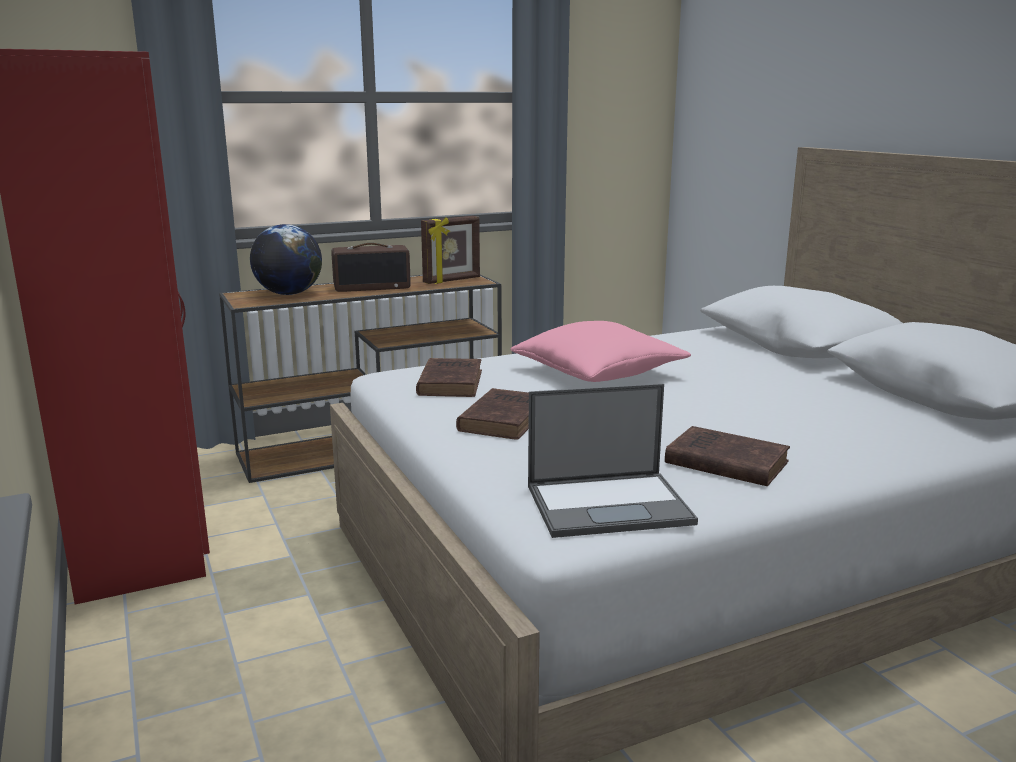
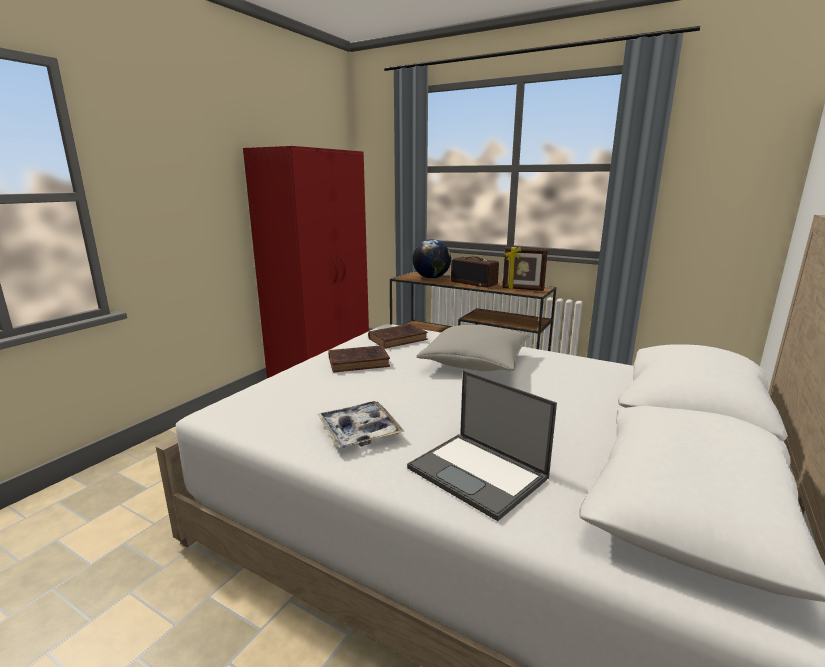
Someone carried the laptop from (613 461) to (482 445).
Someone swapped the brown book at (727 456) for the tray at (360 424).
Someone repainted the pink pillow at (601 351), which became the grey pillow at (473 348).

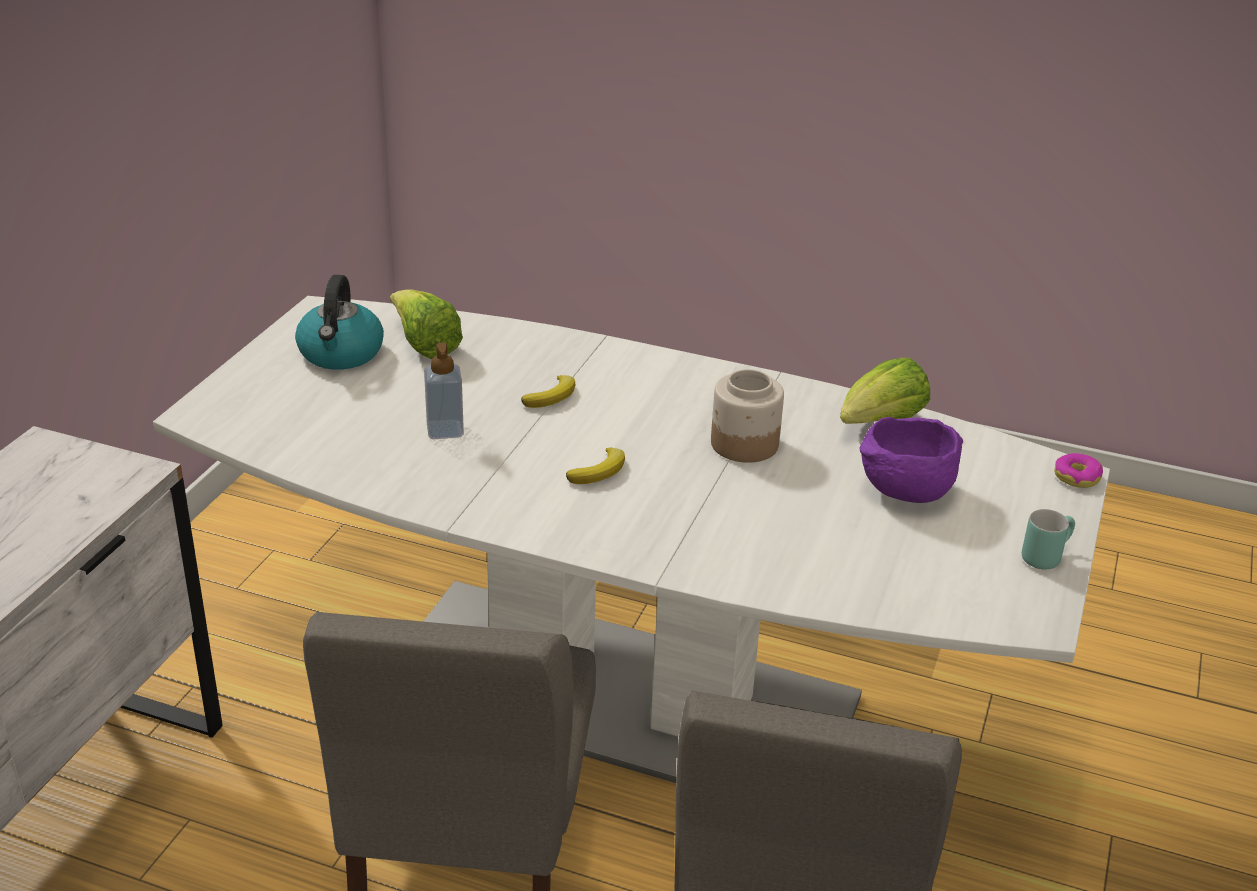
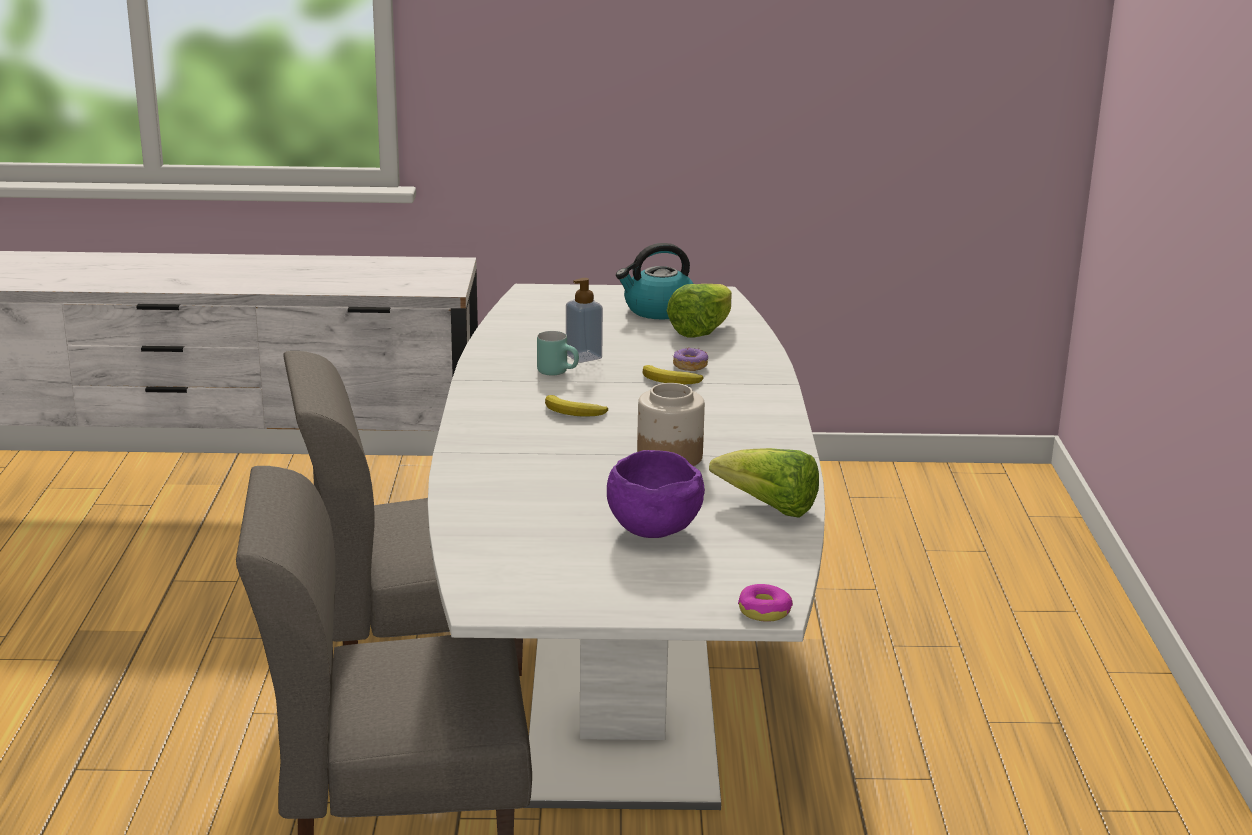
Someone put down the donut at (690 359).
Someone carried the turquoise mug from (1048 539) to (558 353).

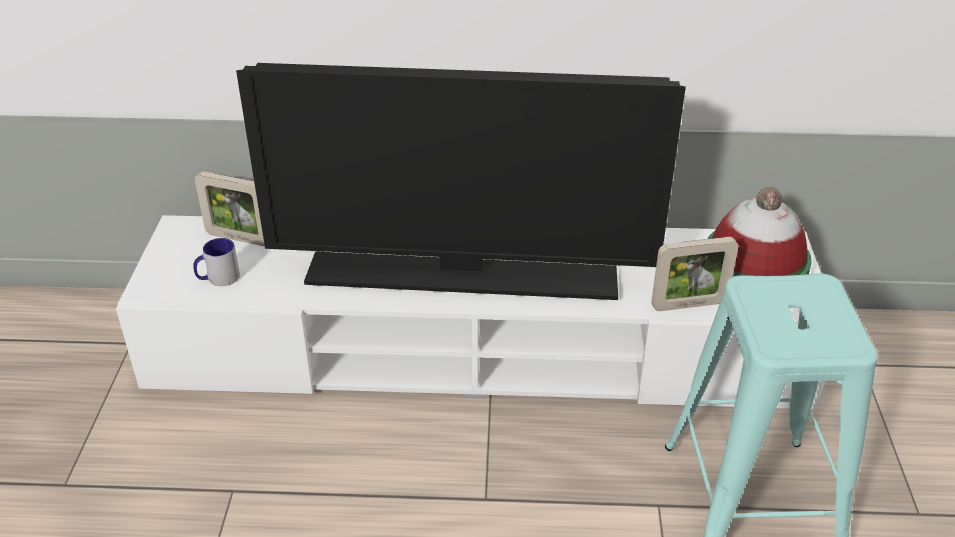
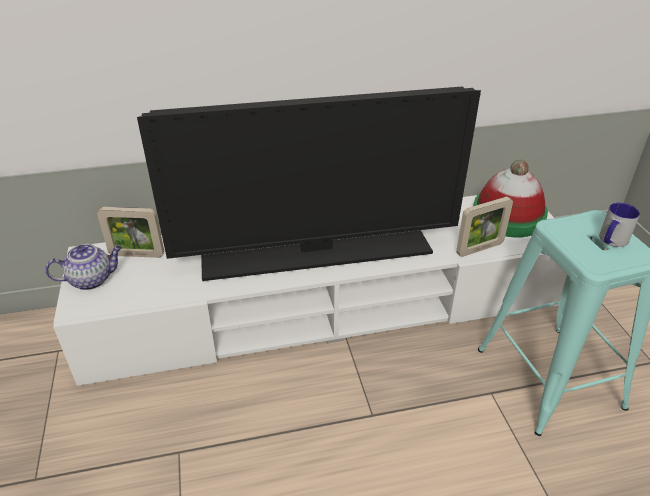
Someone put down the teapot at (83 267).
Someone carried the mug from (216 262) to (619 225).

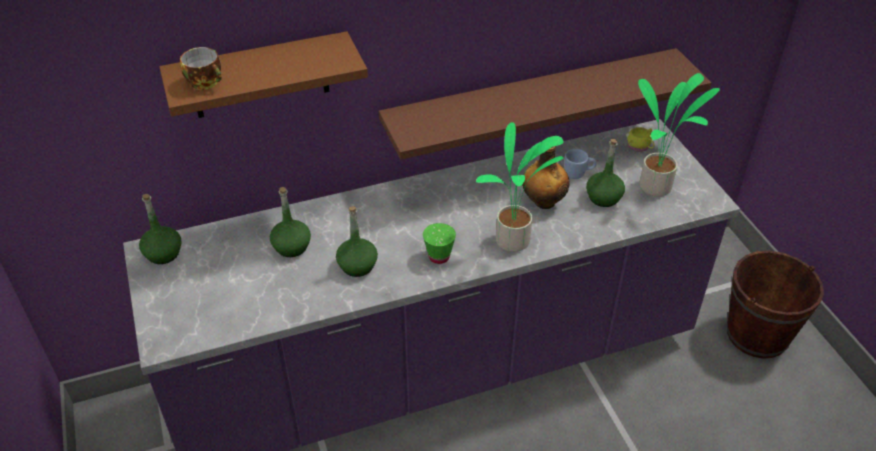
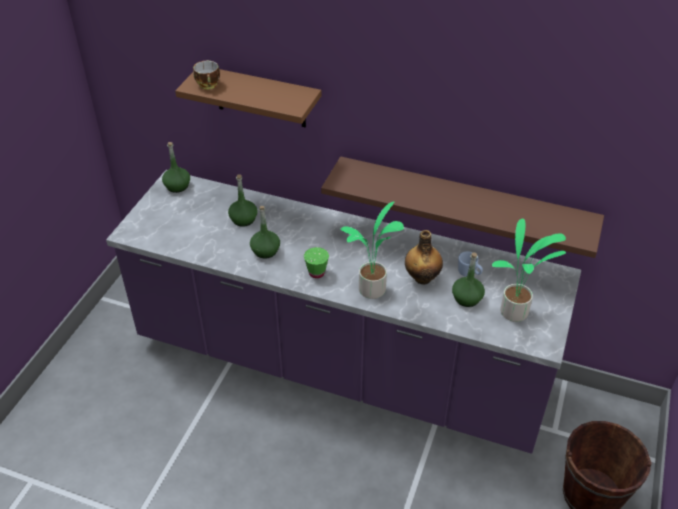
Someone took away the yellow mug at (640 139).

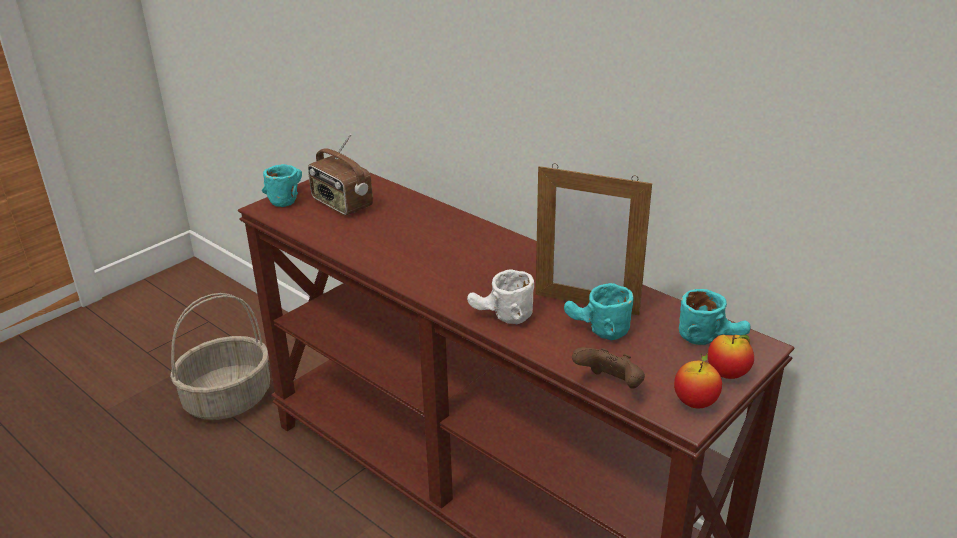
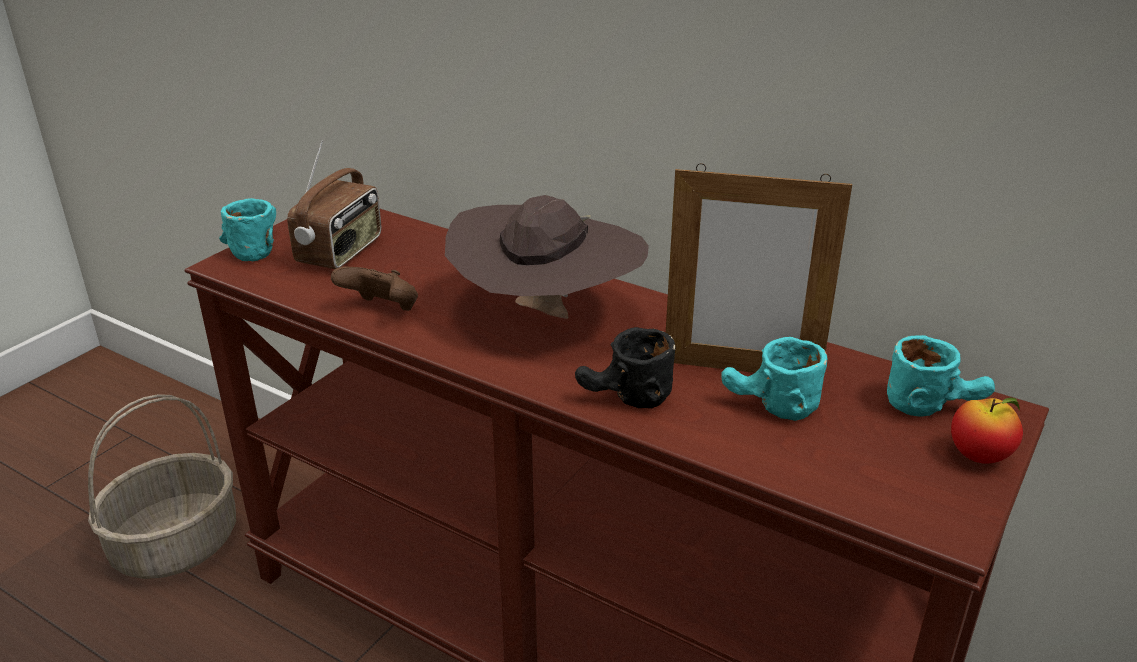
Someone took away the apple at (698 380).
Someone put down the brown hat at (547 257).
Someone carried the brown game controller from (608 367) to (374 289).
Someone repainted the white mug at (500 296), which became the black mug at (625 367).
Someone rotated the radio at (340 174) by 105 degrees counterclockwise.

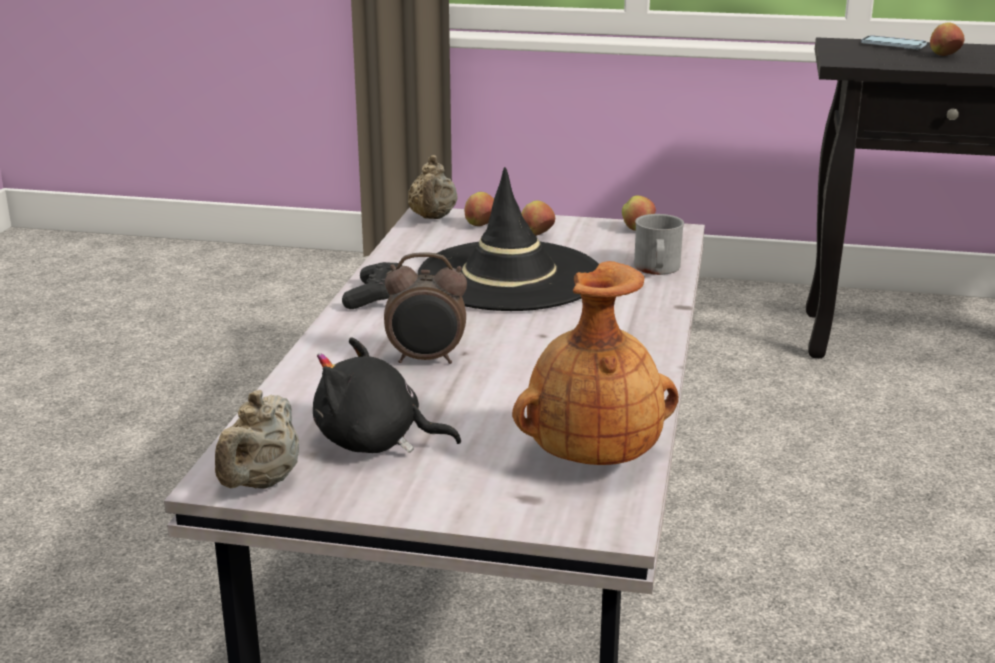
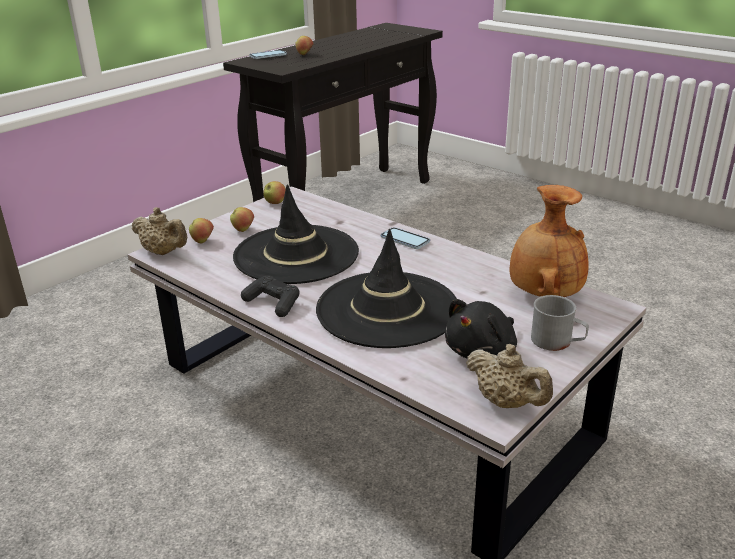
Someone put down the phone at (405 238).
Someone carried the grey mug from (659 244) to (560 323).
Someone swapped the alarm clock at (425 308) for the black hat at (386 288).

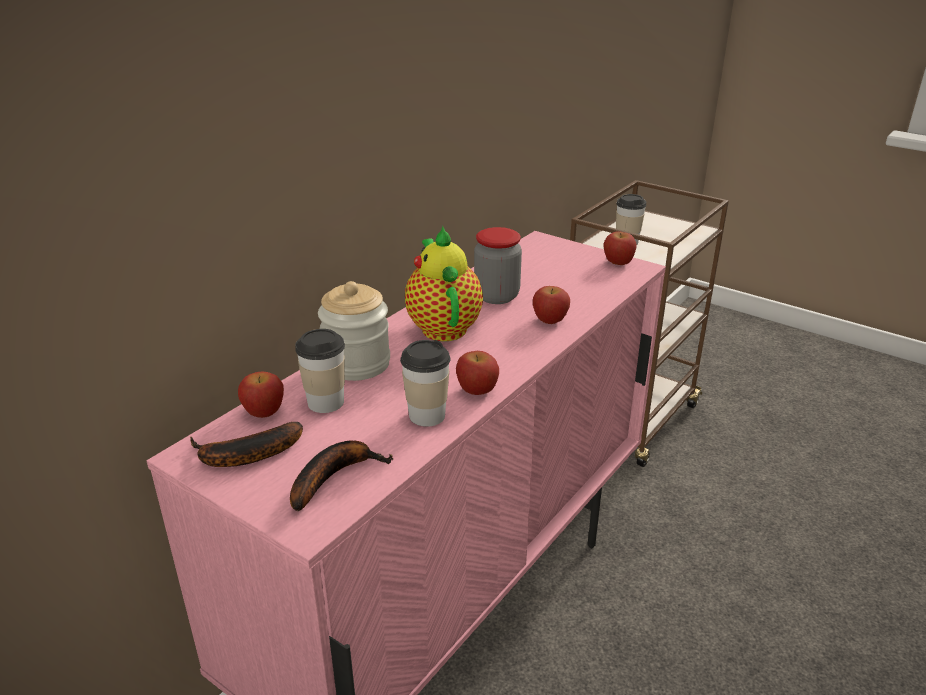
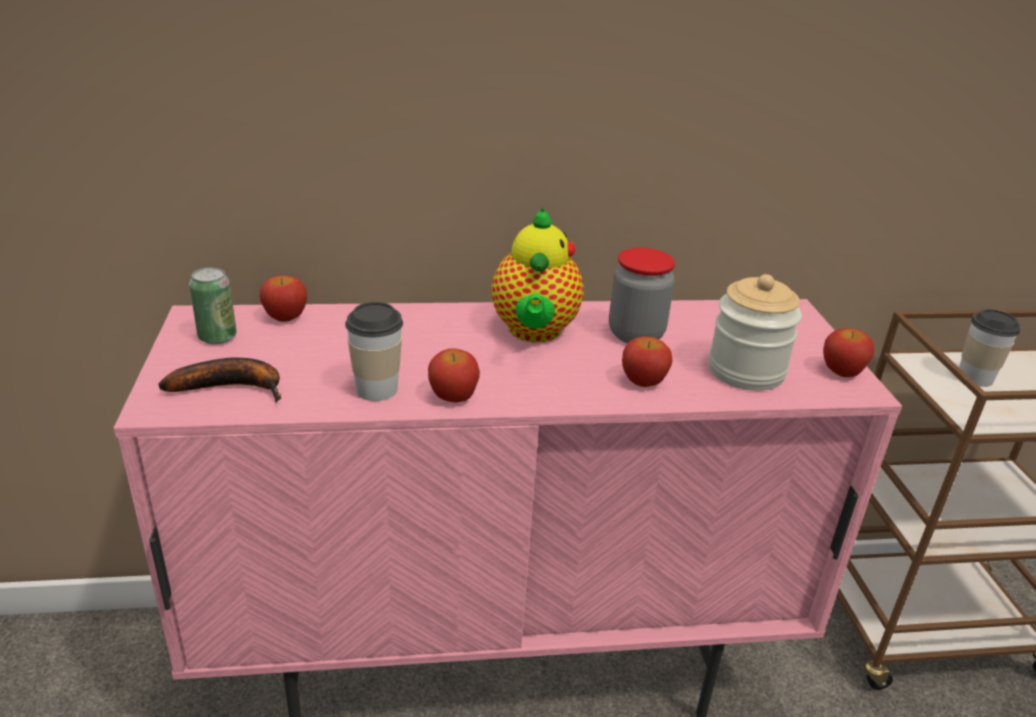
Someone took away the cup at (320 371).
Someone carried the jar from (354 331) to (755 332).
Someone swapped the banana at (246 444) for the can at (213 305).
Someone rotated the teapot at (444 283) by 150 degrees clockwise.

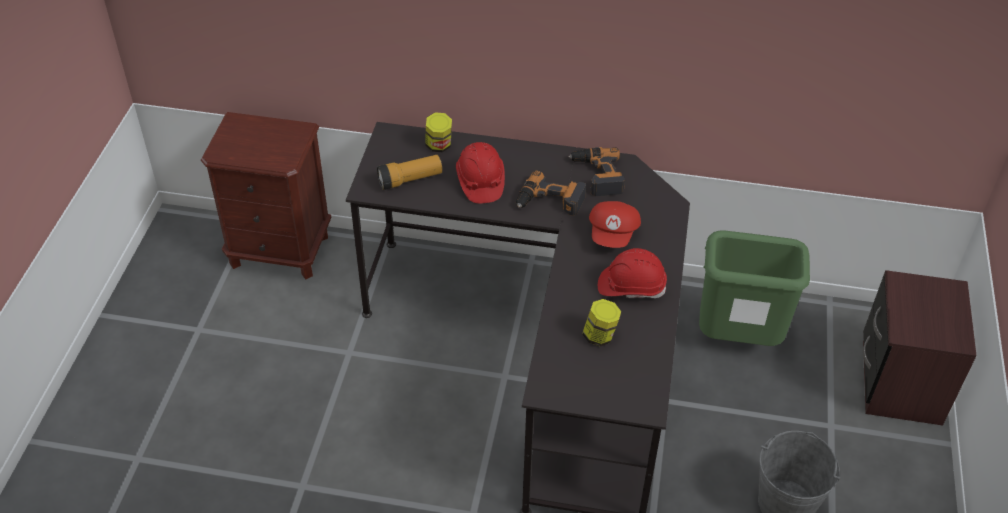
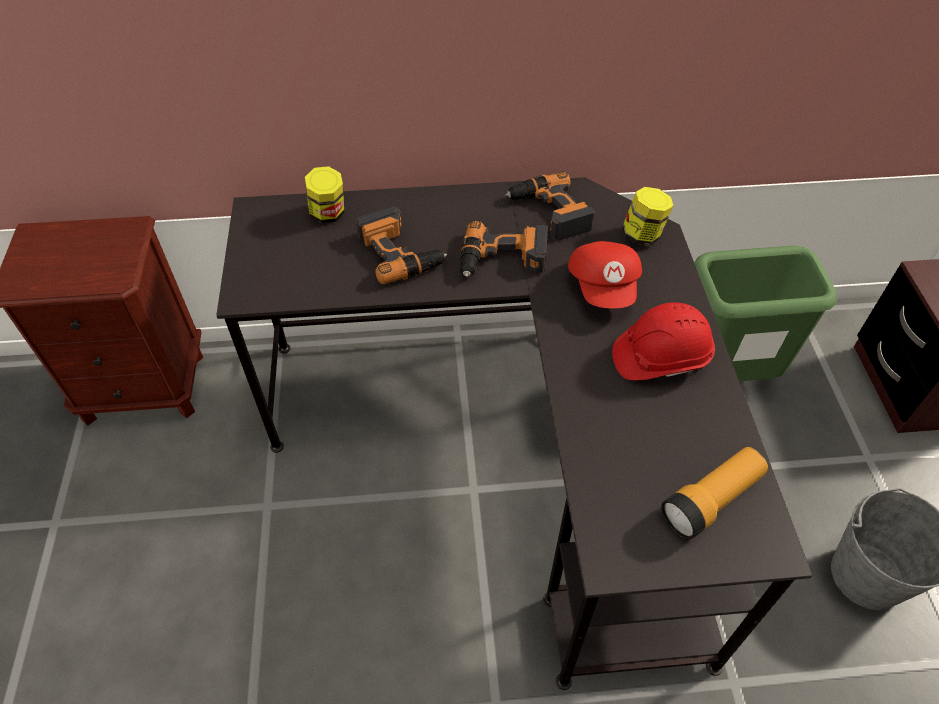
Someone carried the flashlight from (409 172) to (714 493).
Someone carried the jar from (601 322) to (647 216).
Someone swapped the red hard hat at (480 173) for the power drill at (401 245).

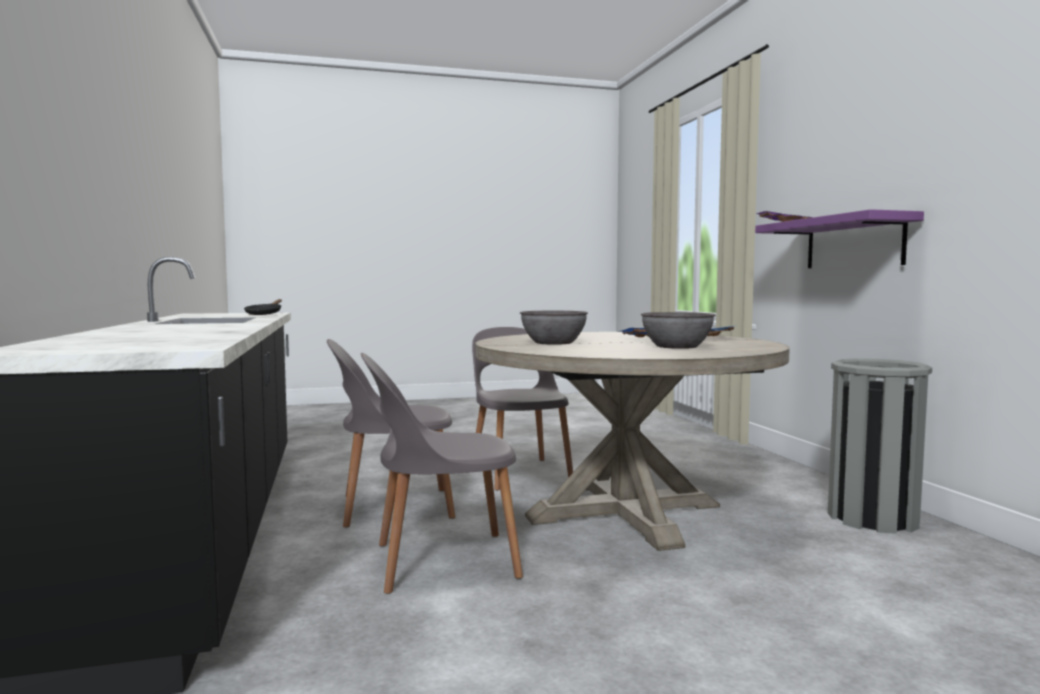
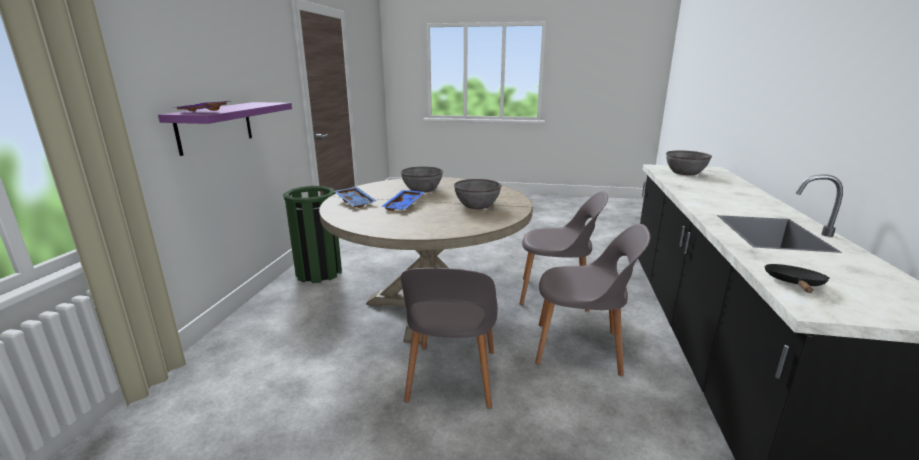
Someone put down the grey bowl at (689 163).
Someone repainted the grey trash can at (880 446), which became the green trash can at (312 234).

